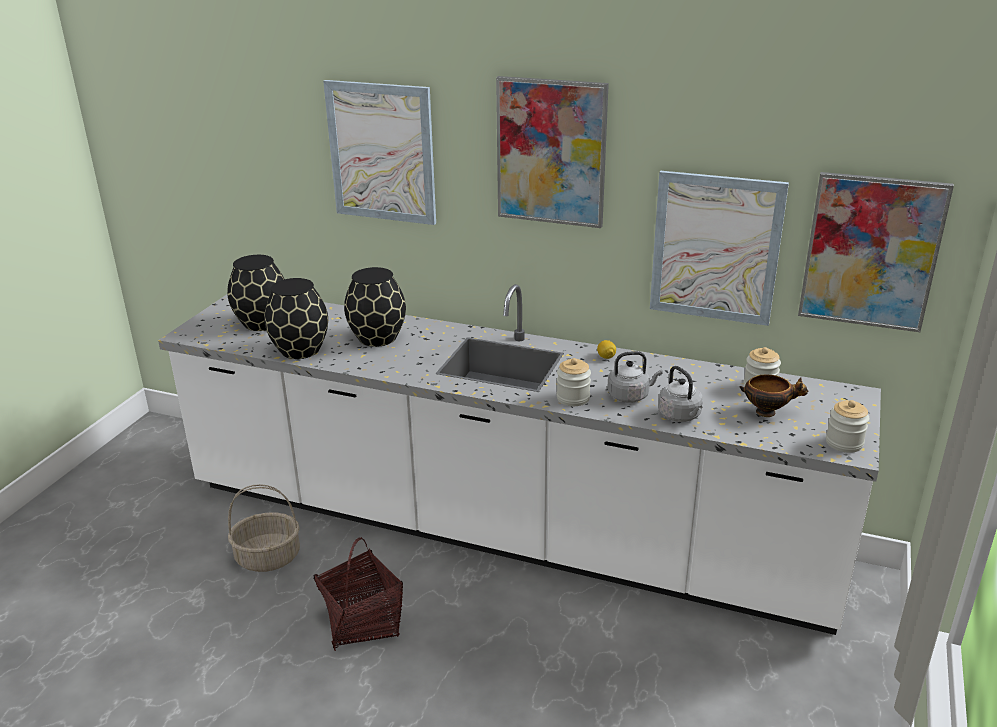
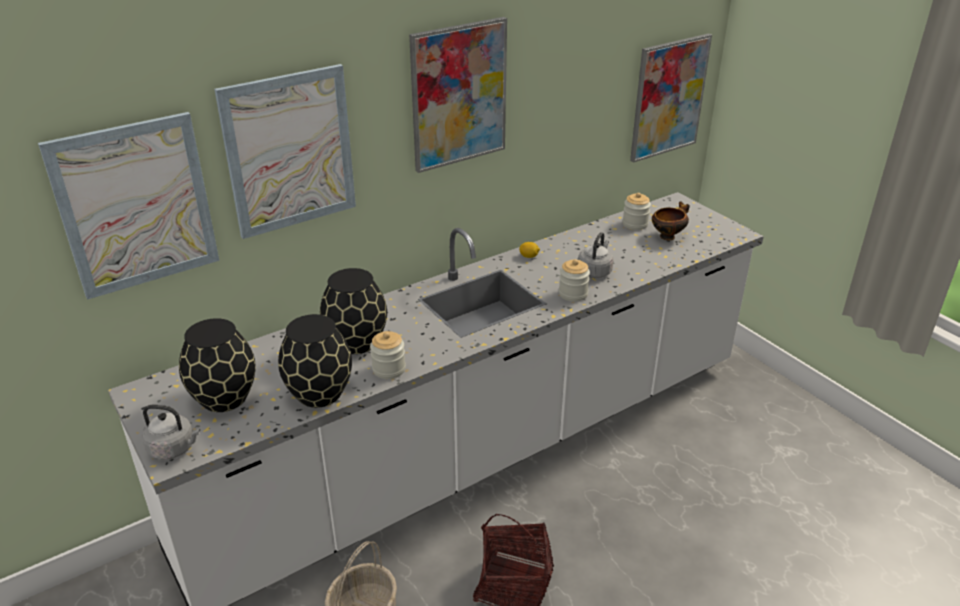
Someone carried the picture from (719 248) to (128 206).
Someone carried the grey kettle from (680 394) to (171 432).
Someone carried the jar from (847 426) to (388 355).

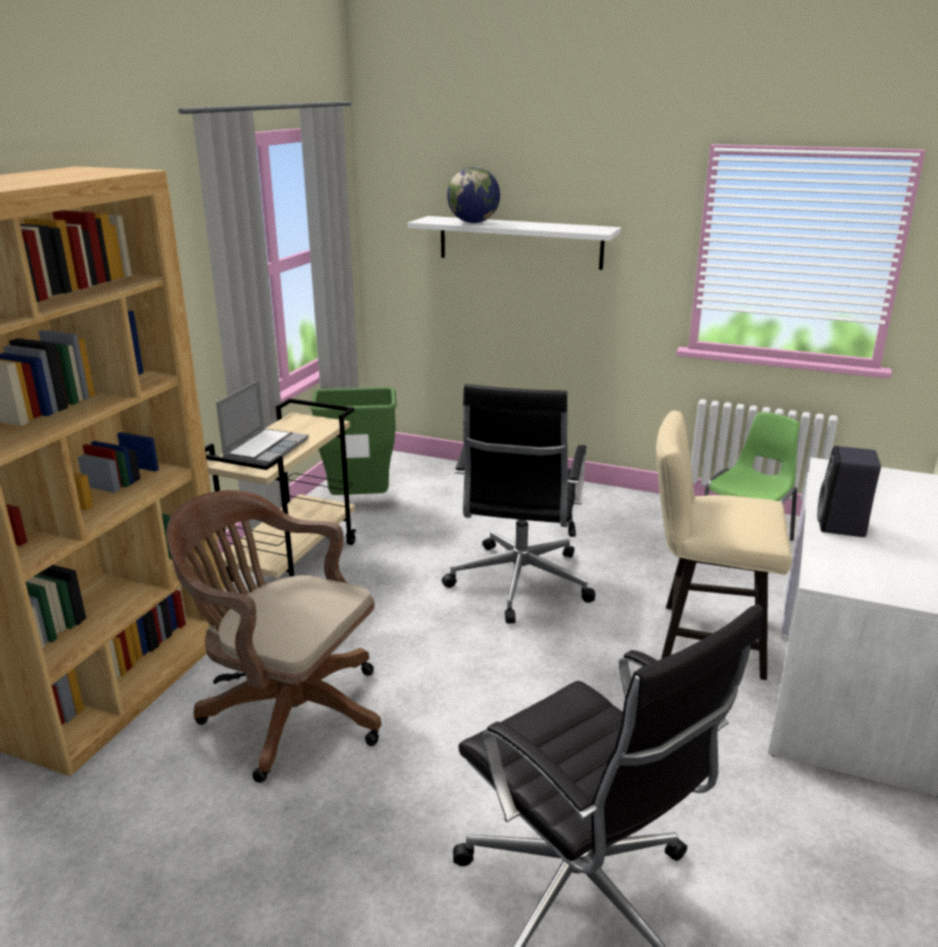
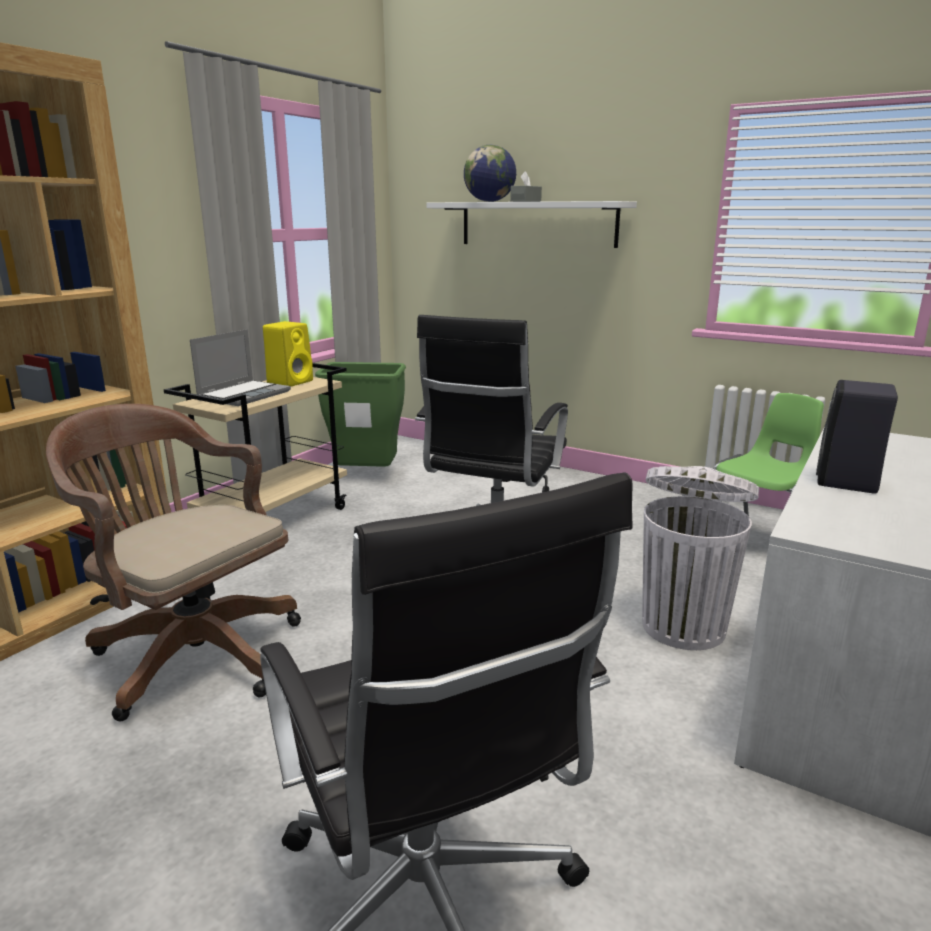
Someone put down the yellow speaker at (288 353).
Someone put down the grey tissue box at (526 186).
Someone swapped the beige chair at (724 545) for the white trash can at (700 558).

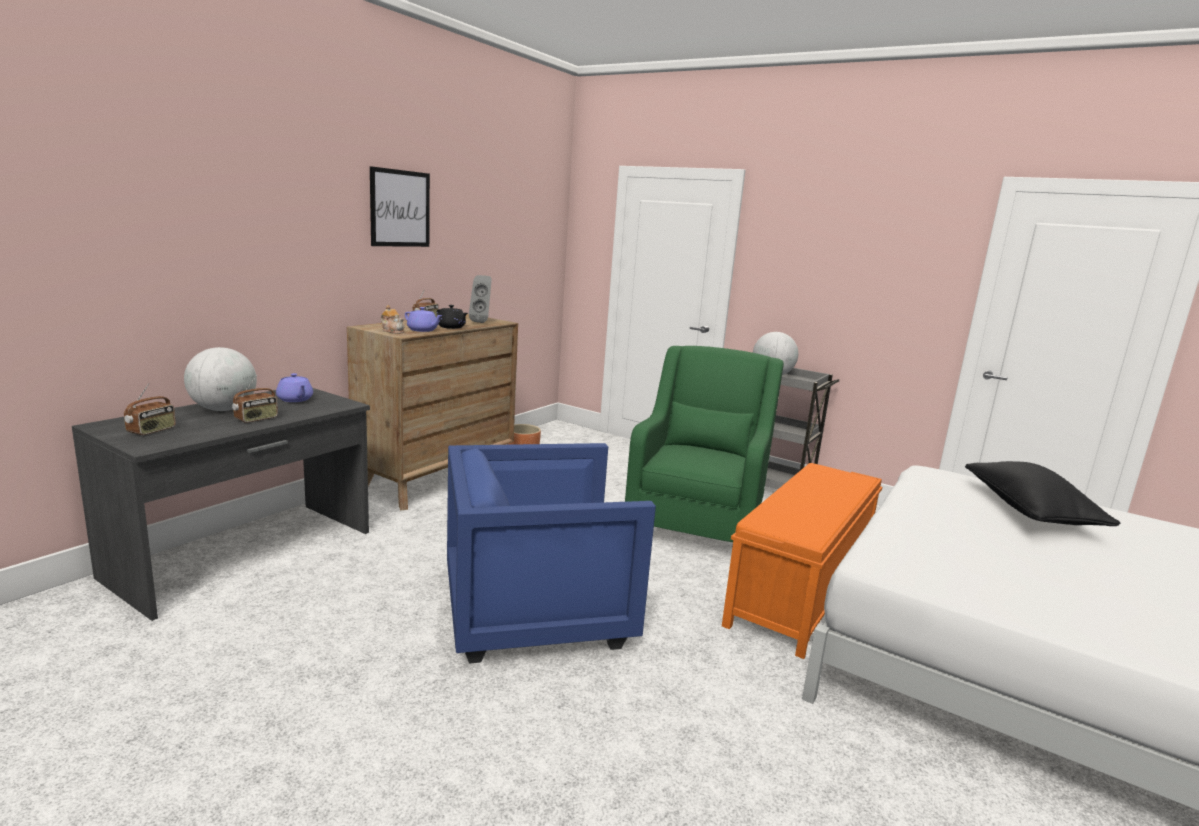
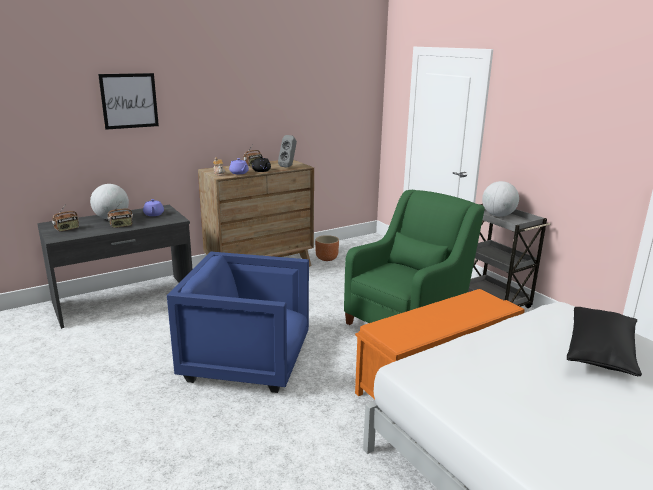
Someone carried the picture from (400 206) to (128 101).

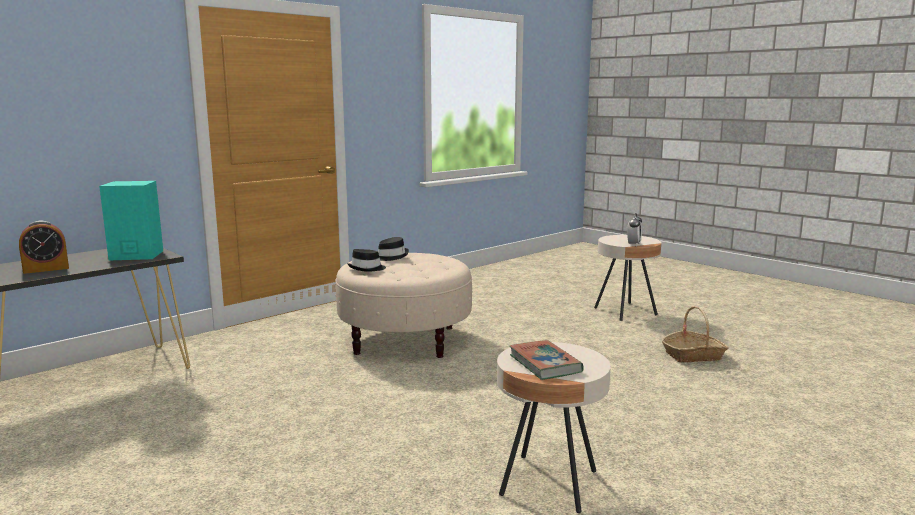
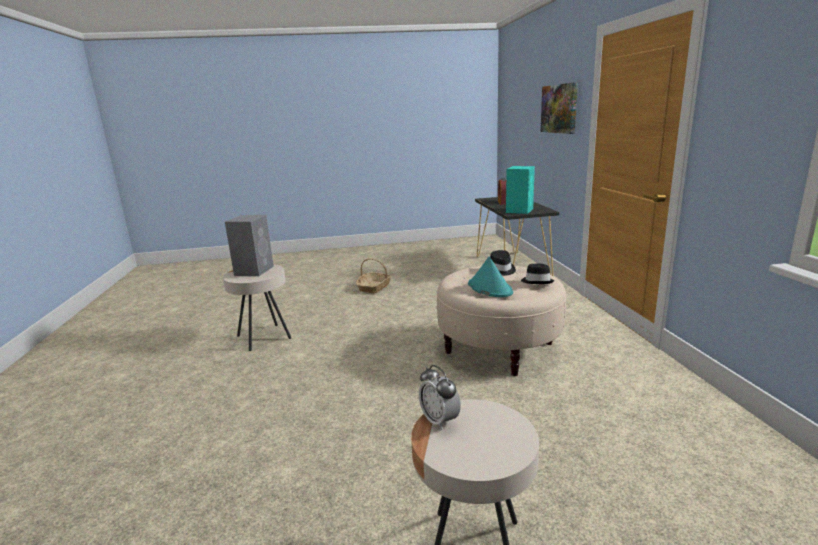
Someone put down the turquoise hat at (490 277).
Someone put up the picture at (559 108).
Someone carried the basket from (695 334) to (373 275).
Someone swapped the book at (546 360) for the grey speaker at (249 245).

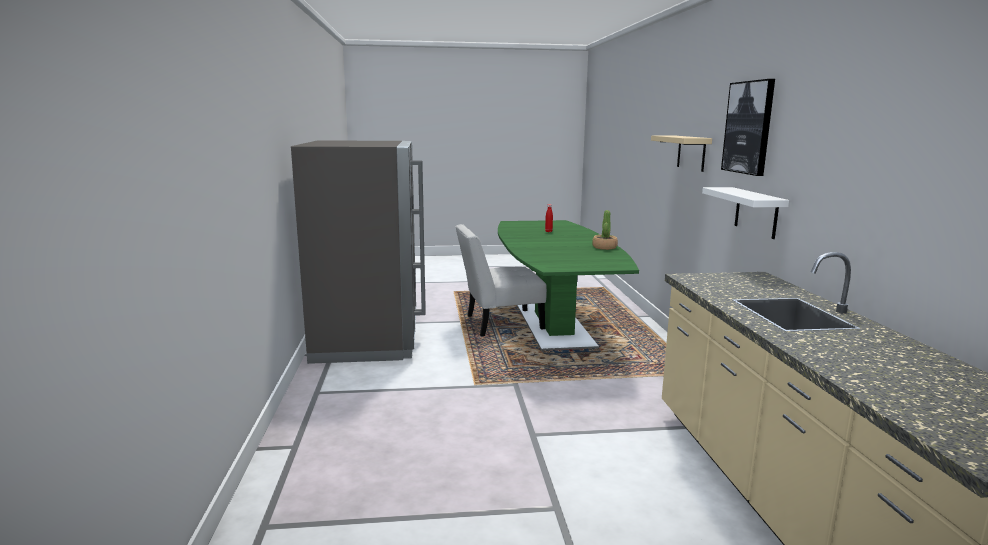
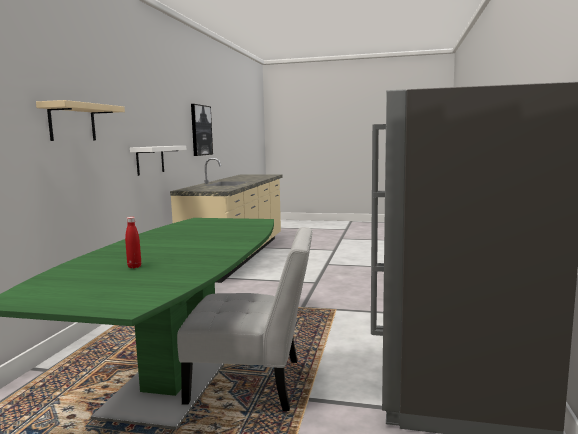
Someone took away the potted plant at (605 230).
Someone carried the picture from (748 127) to (202 130).

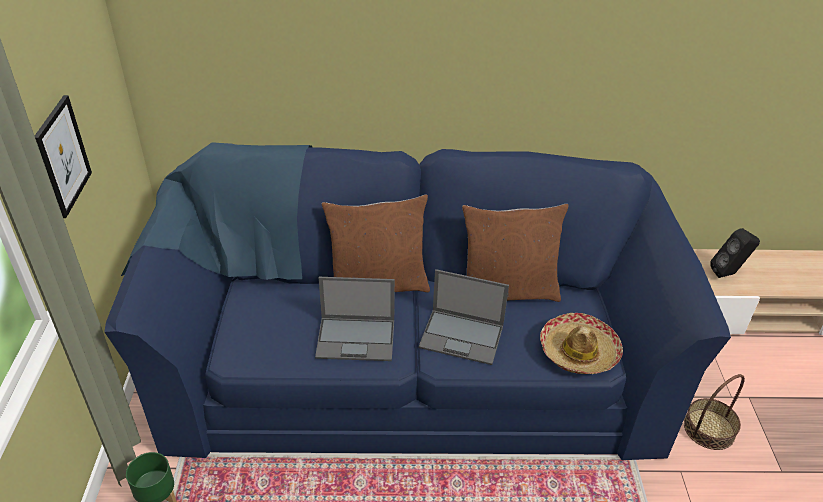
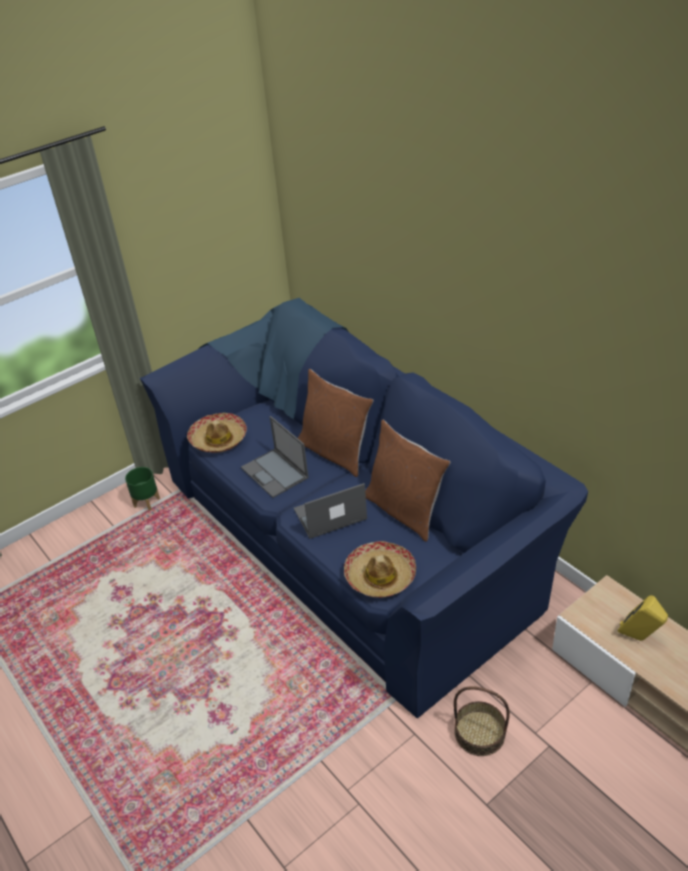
Someone took away the picture at (63 156).
Someone put down the hat at (217 433).
Someone repainted the black speaker at (735 253), which became the yellow speaker at (642 618).
Someone rotated the laptop at (463 317) by 90 degrees clockwise.

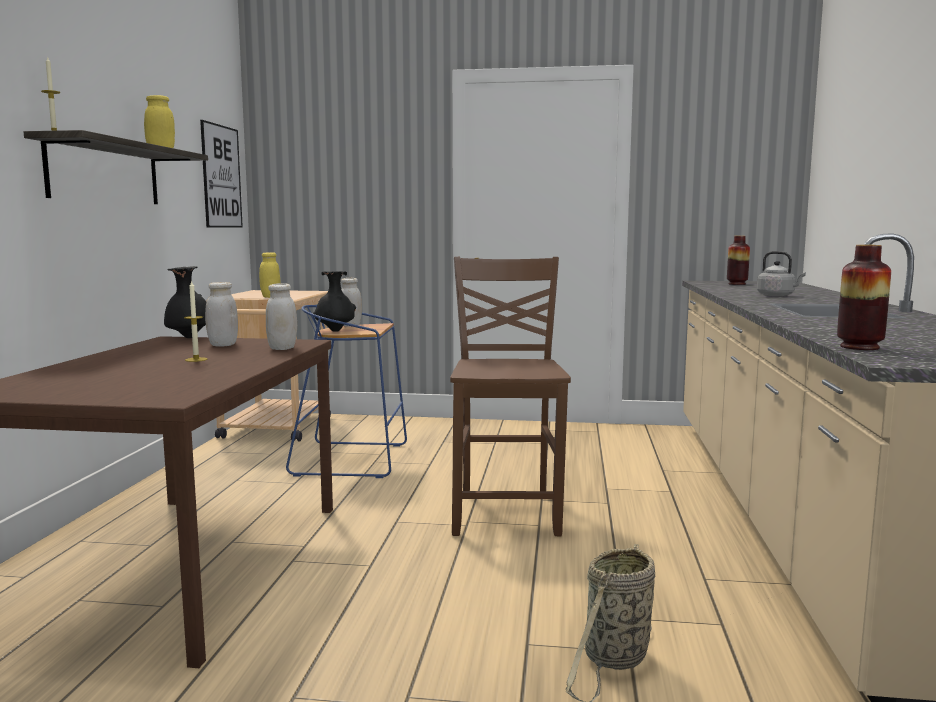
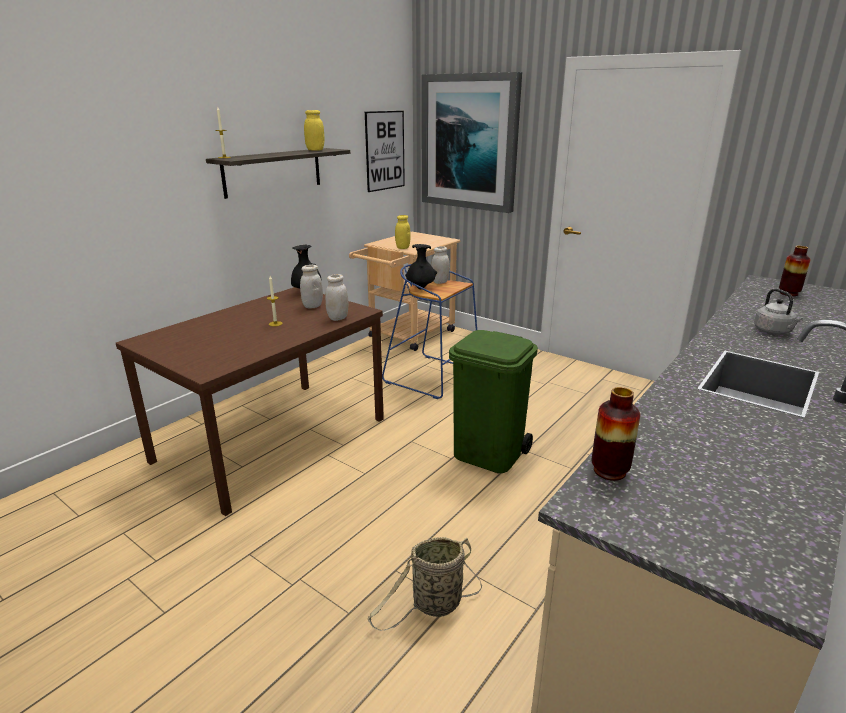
Someone put up the picture at (472 142).
Someone swapped the brown chair at (510 397) for the green trash can at (493 401).

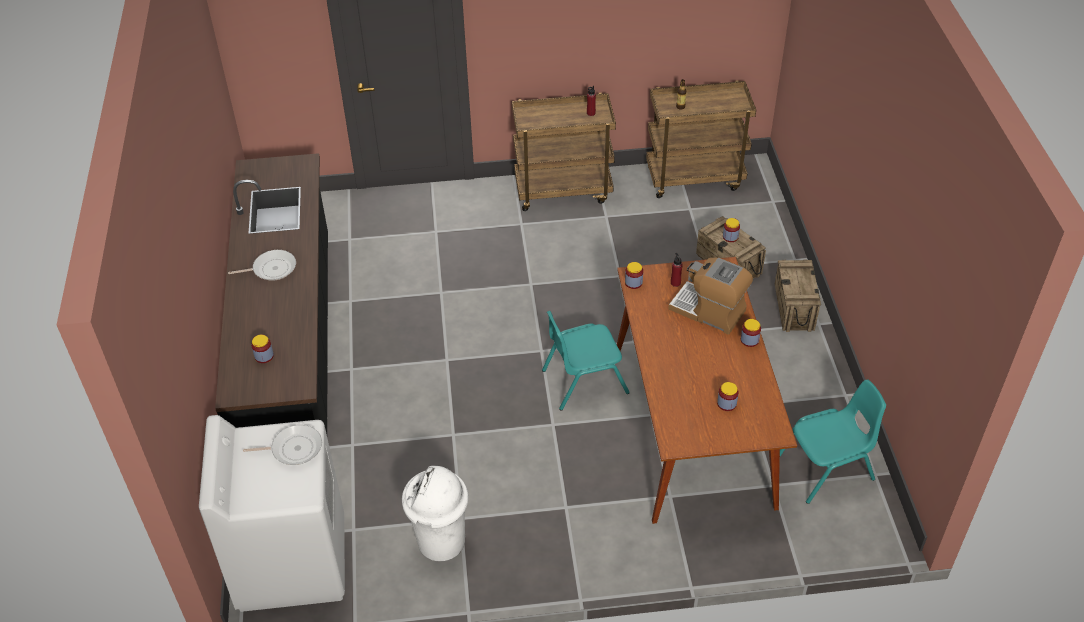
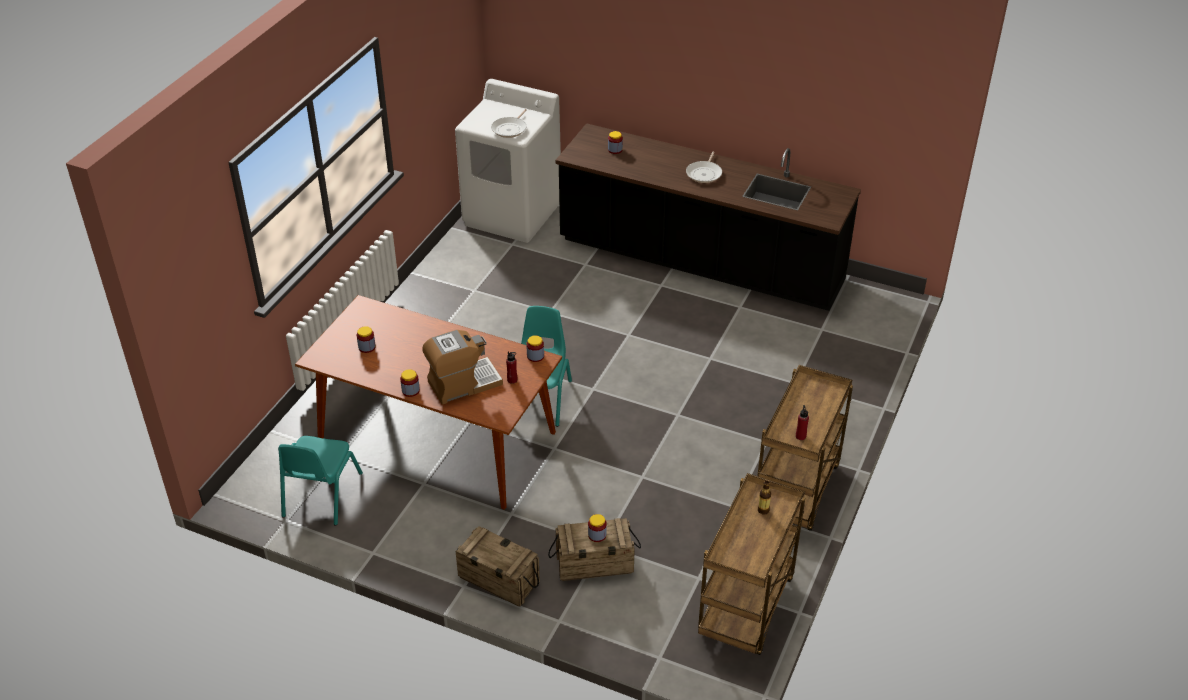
Someone took away the white trash can at (435 513).

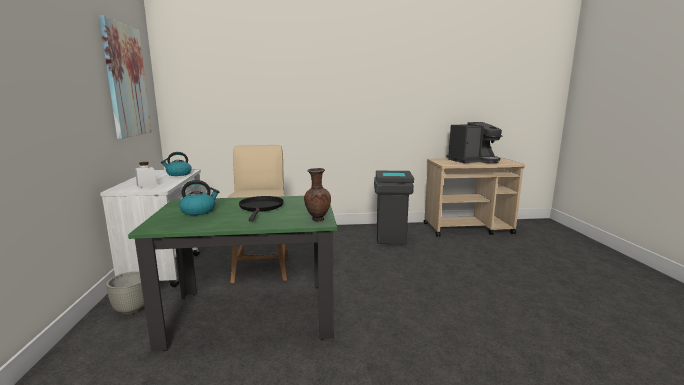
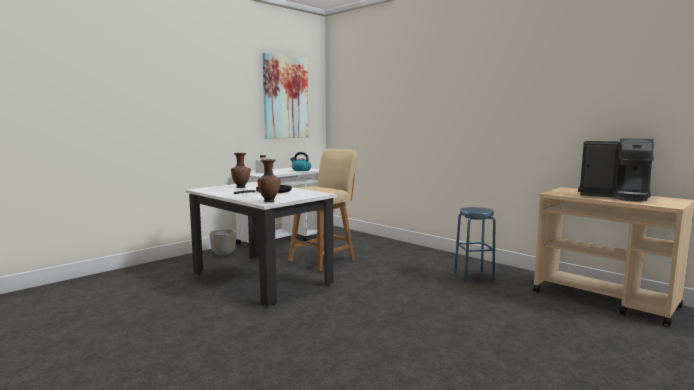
Someone swapped the kettle at (199 197) for the brown vase at (241 170).
Someone swapped the grey trash can at (394 208) for the blue stool at (475 245).
Someone repainted the green dining table at (232 274), which became the white dining table at (261 244).

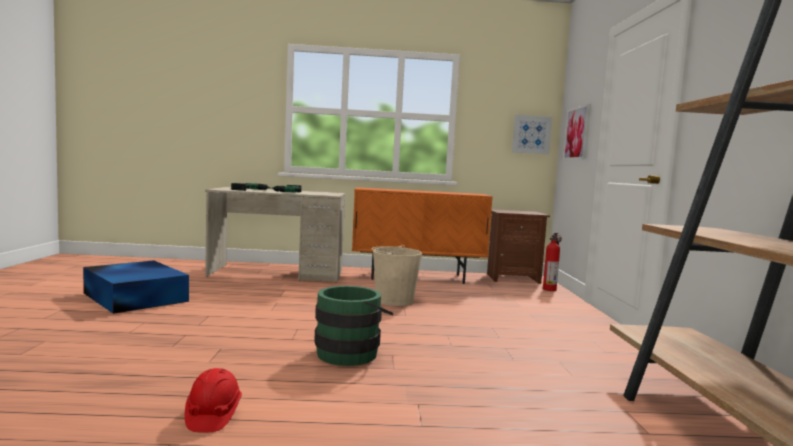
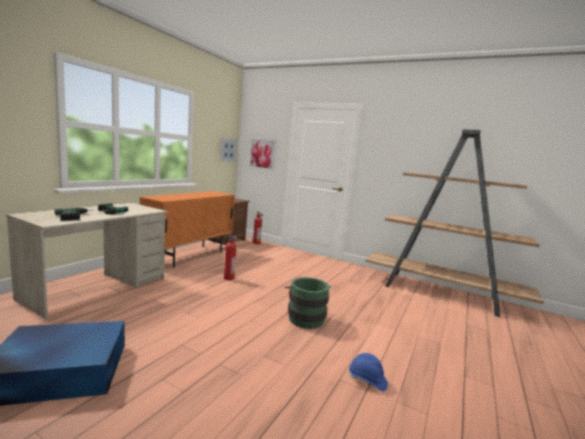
Someone swapped the beige bucket at (396 275) for the fire extinguisher at (230 257).
Someone repainted the red hard hat at (213 400), which became the blue hard hat at (368 372).

